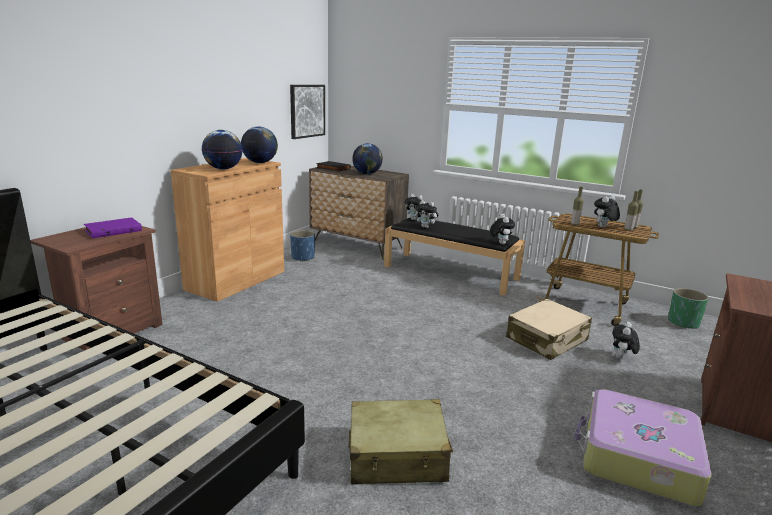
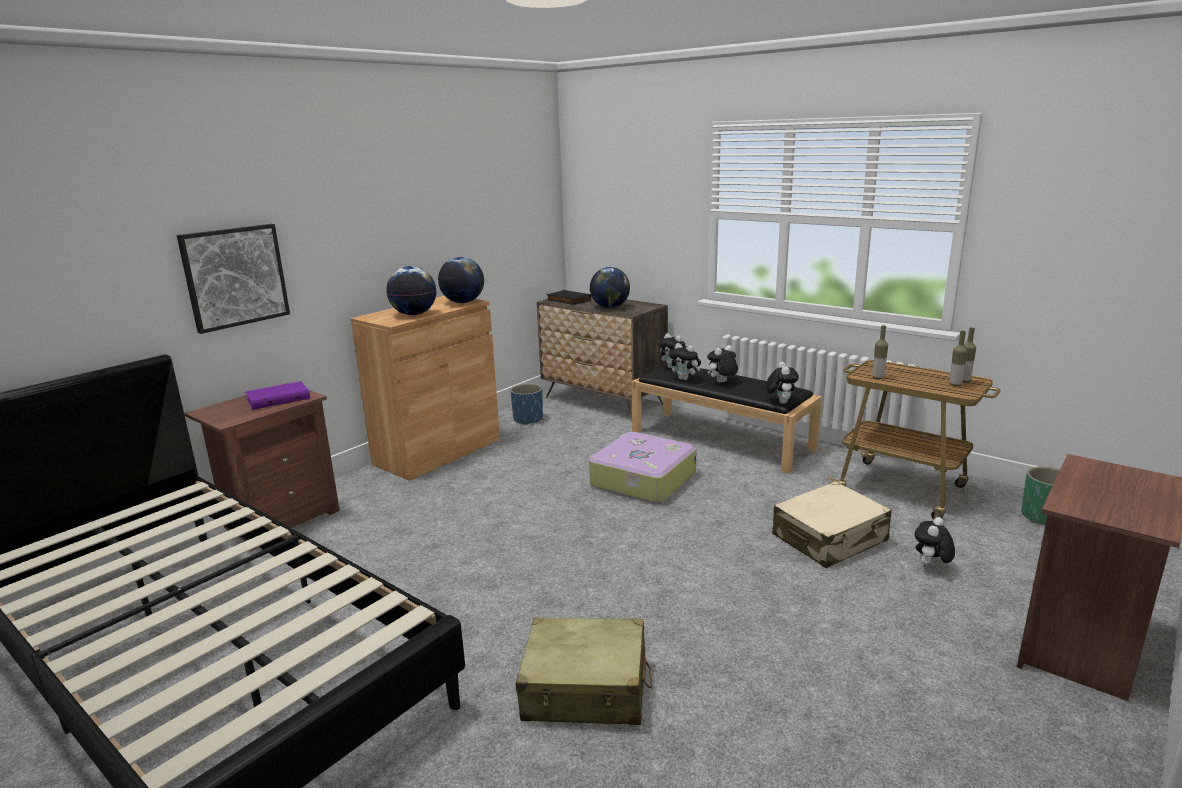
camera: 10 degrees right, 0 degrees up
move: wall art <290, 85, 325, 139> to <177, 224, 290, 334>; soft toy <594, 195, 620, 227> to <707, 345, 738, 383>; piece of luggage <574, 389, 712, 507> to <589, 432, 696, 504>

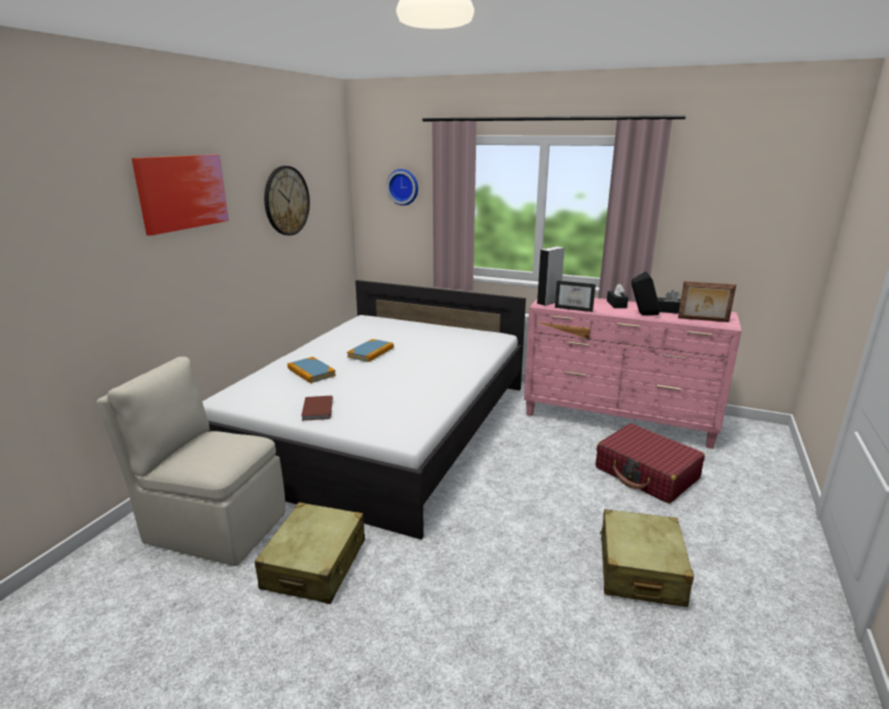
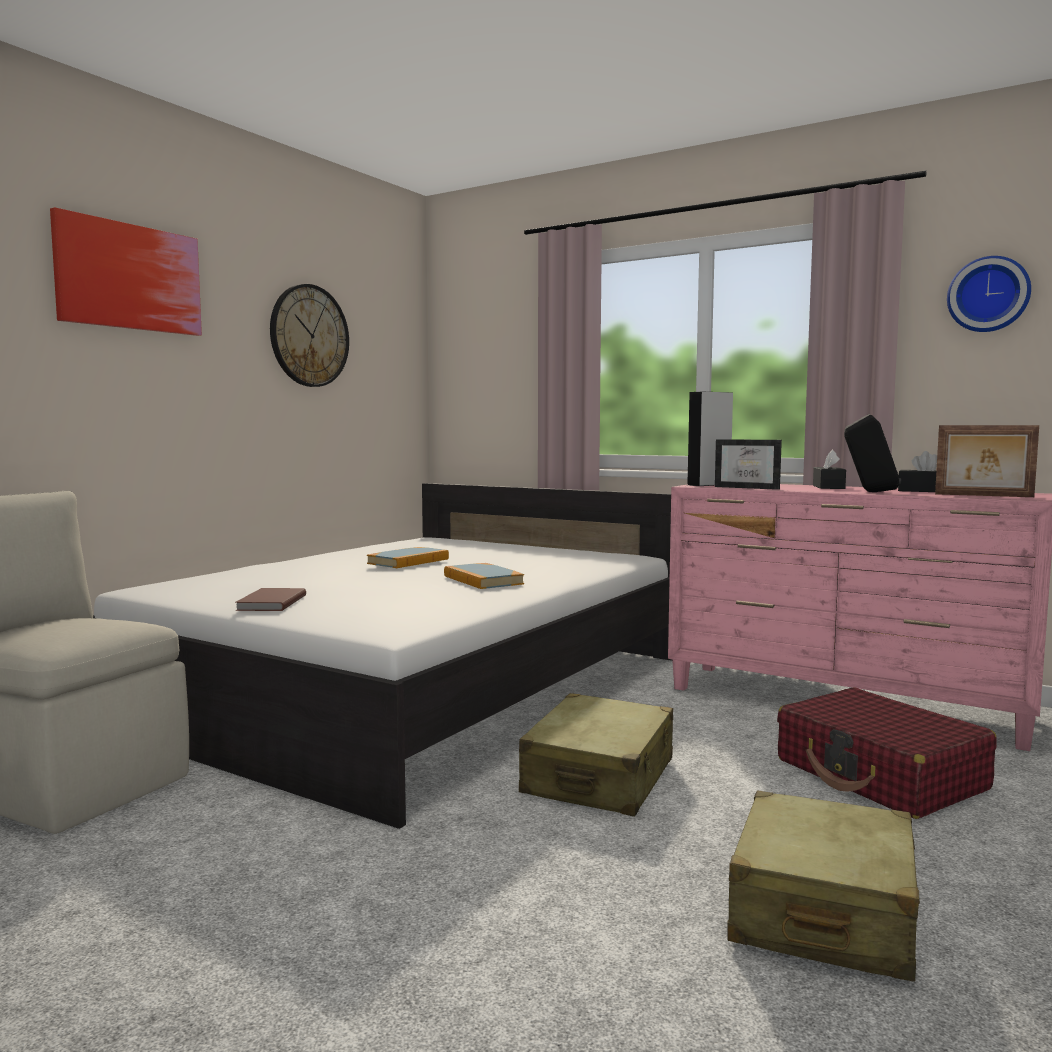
camera: 10 degrees right, 15 degrees down
move: hanging clock <387, 169, 418, 206> to <947, 256, 1031, 332>; book <287, 357, 336, 383> to <444, 563, 524, 589>; piece of luggage/beige-coloured <255, 502, 365, 604> to <519, 693, 673, 816>

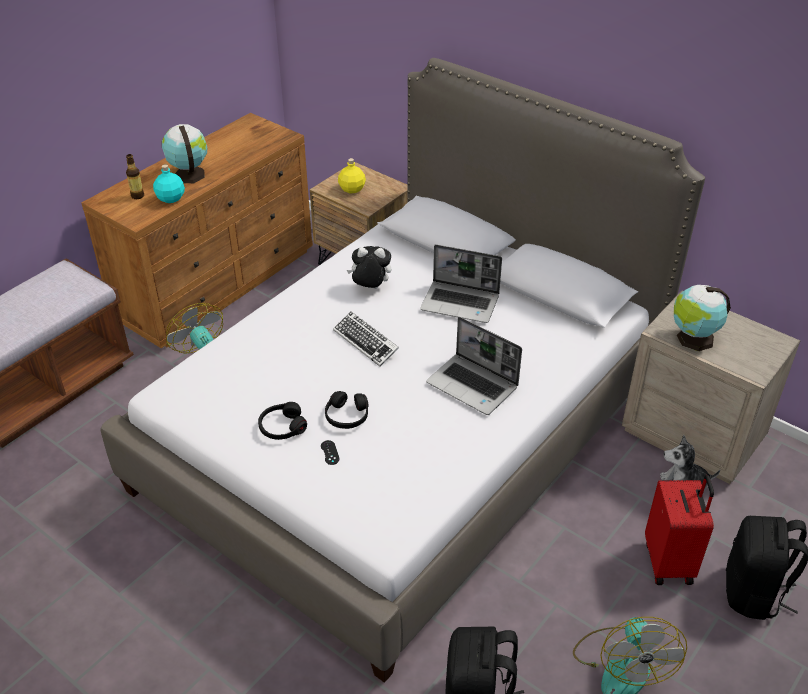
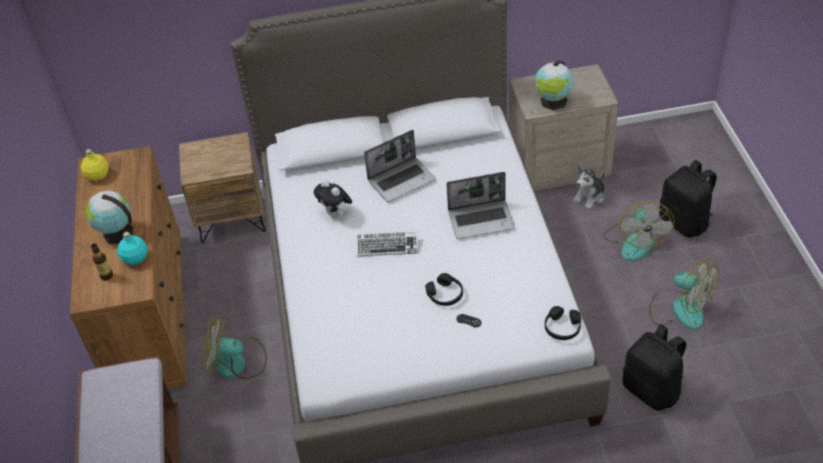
camera: 45 degrees left, 5 degrees up
move: drink bottle/yellow <338, 158, 366, 193> to <80, 149, 109, 181>; headset/black <258, 402, 307, 440> to <545, 306, 581, 340>
replace: piece of luggage/red <645, 475, 714, 585> to electric fan <603, 202, 674, 261>
rotate: soft toy <347, 246, 391, 289> = <314, 180, 352, 218> 90 degrees counterclockwise

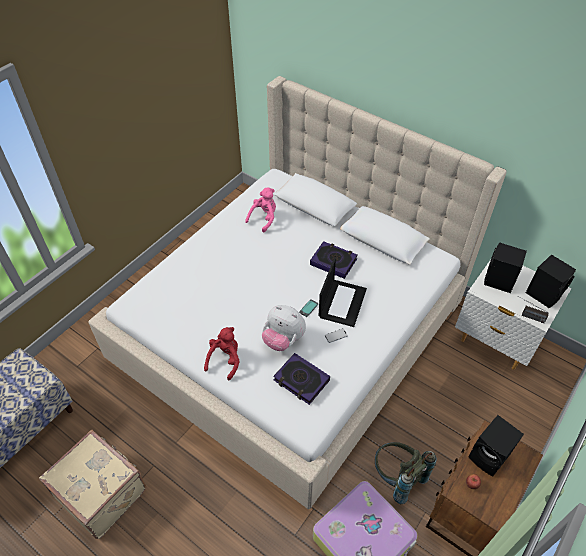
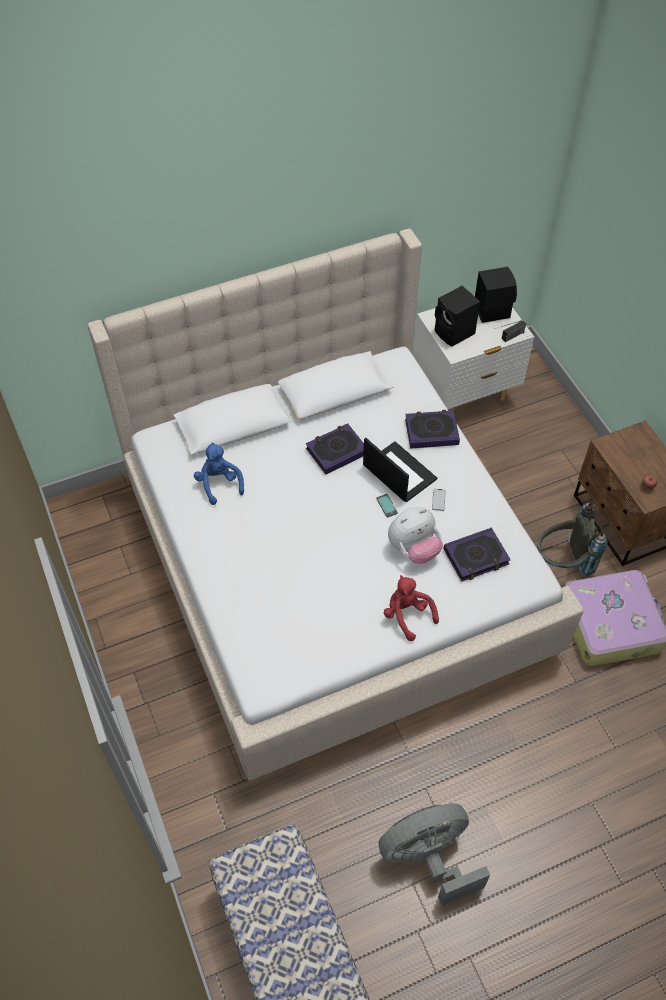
camera: 60 degrees left, 5 degrees up
delete: loudspeaker/black <468, 415, 524, 476>
insert: book <405, 410, 460, 449>
replace: piece of luggage/beige-coloured <39, 430, 146, 539> to electric fan/grey <378, 803, 490, 906>
recolor: soft toy/pinkish <245, 187, 276, 233> to soft toy/blue <194, 442, 244, 505>

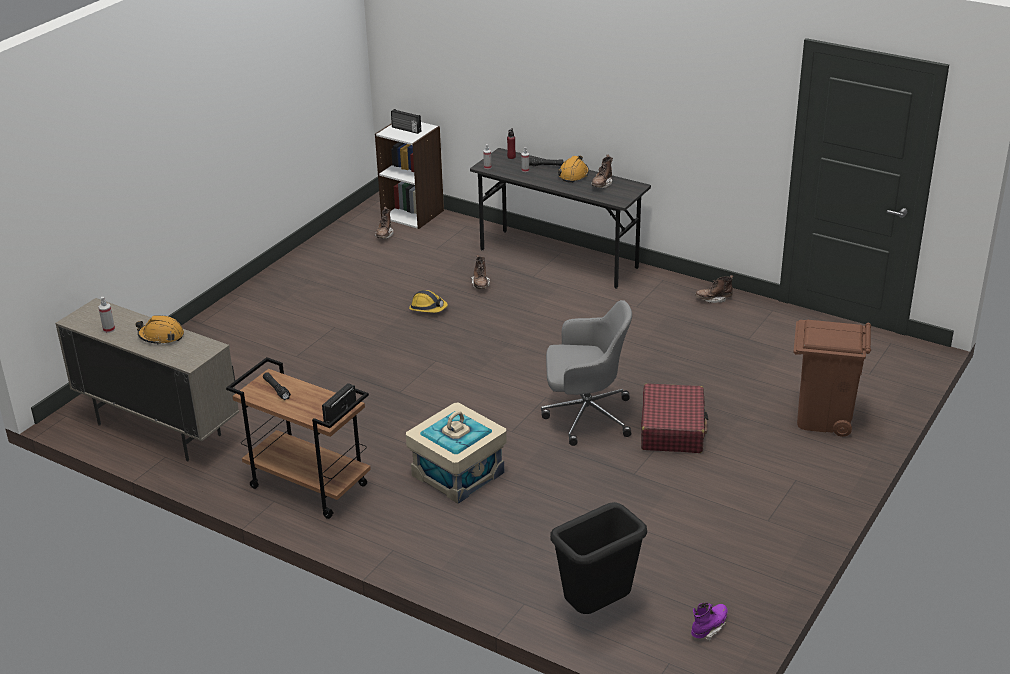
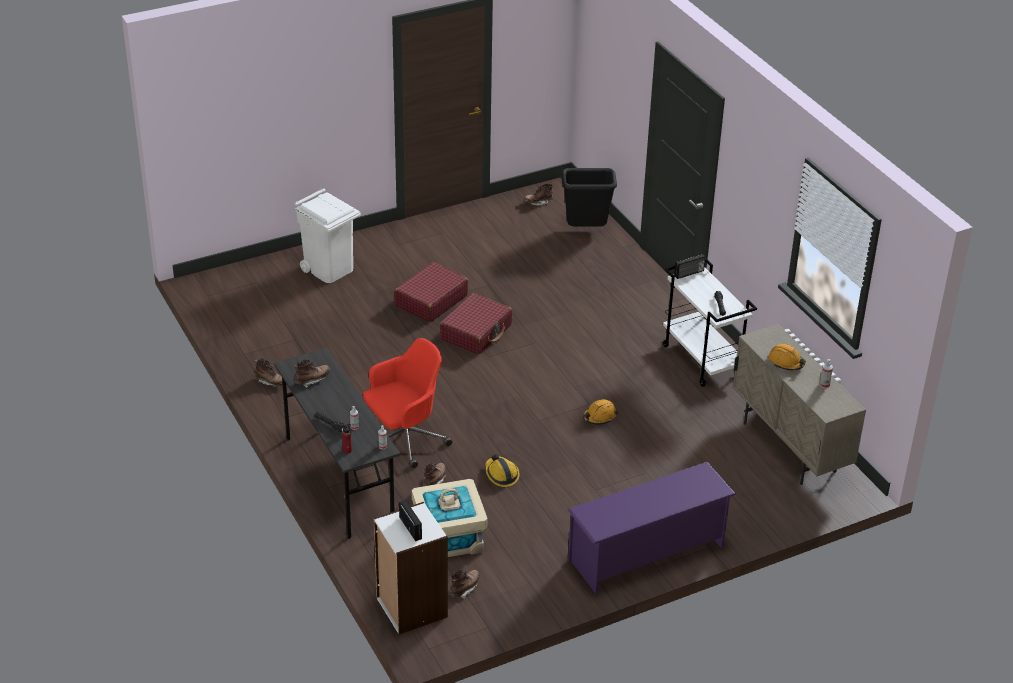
camera: 150 degrees left, 5 degrees up
insert: desk chair/red <363, 338, 452, 468>; shoe shelf/purplish <567, 462, 736, 594>
move: safety helmet/orange <558, 156, 589, 183> to <583, 399, 618, 425>; storage box/beige-coloured <406, 403, 506, 504> to <412, 479, 488, 557>
replace: desk chair/grey <541, 300, 632, 446> to piece of luggage/red <440, 293, 512, 355>
recolor: trash can/brownish <793, 320, 871, 437> to trash can/whitish <294, 189, 361, 283>; trolley/brownish <226, 357, 371, 519> to trolley/whitish <663, 258, 757, 387>; tall boot/purplish <691, 602, 728, 641> to tall boot/brownish <523, 183, 553, 206>

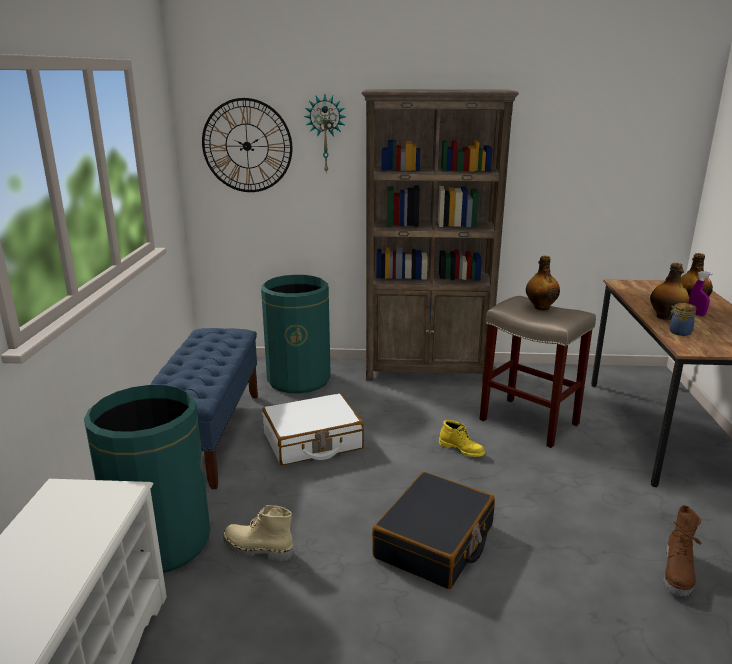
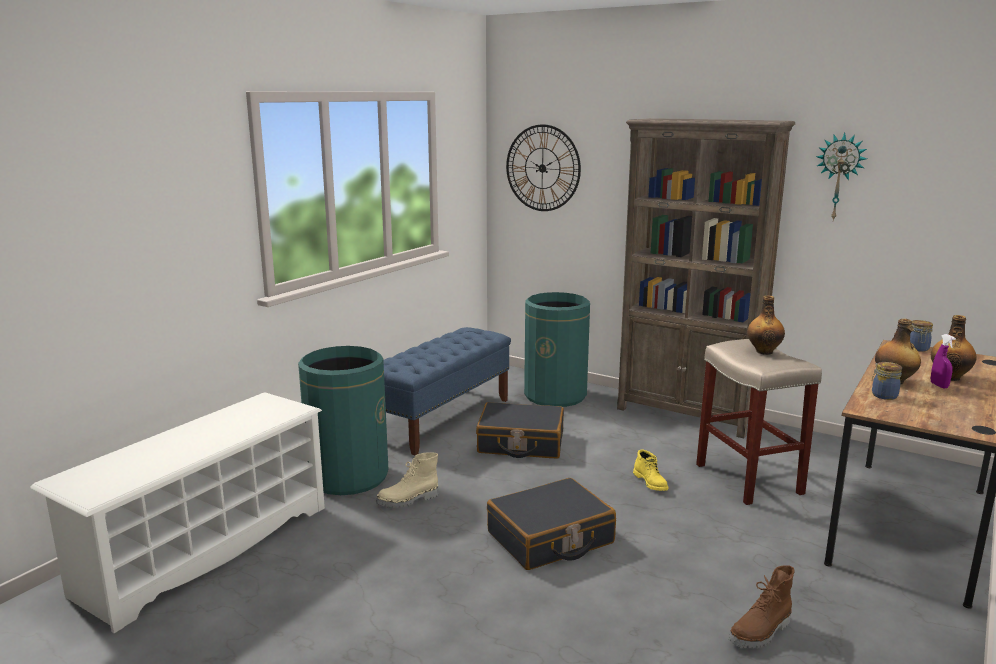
camera: 30 degrees right, 5 degrees down
insert: preserve jar <910, 320, 933, 352>
move: hanging clock <304, 94, 346, 173> to <816, 133, 867, 221>
recolor: piece of luggage/whitish <262, 393, 364, 465> to piece of luggage/black <476, 402, 564, 459>
rotate: tall boot/beige-coloured <223, 505, 293, 562> = <376, 452, 439, 508> 75 degrees counterclockwise

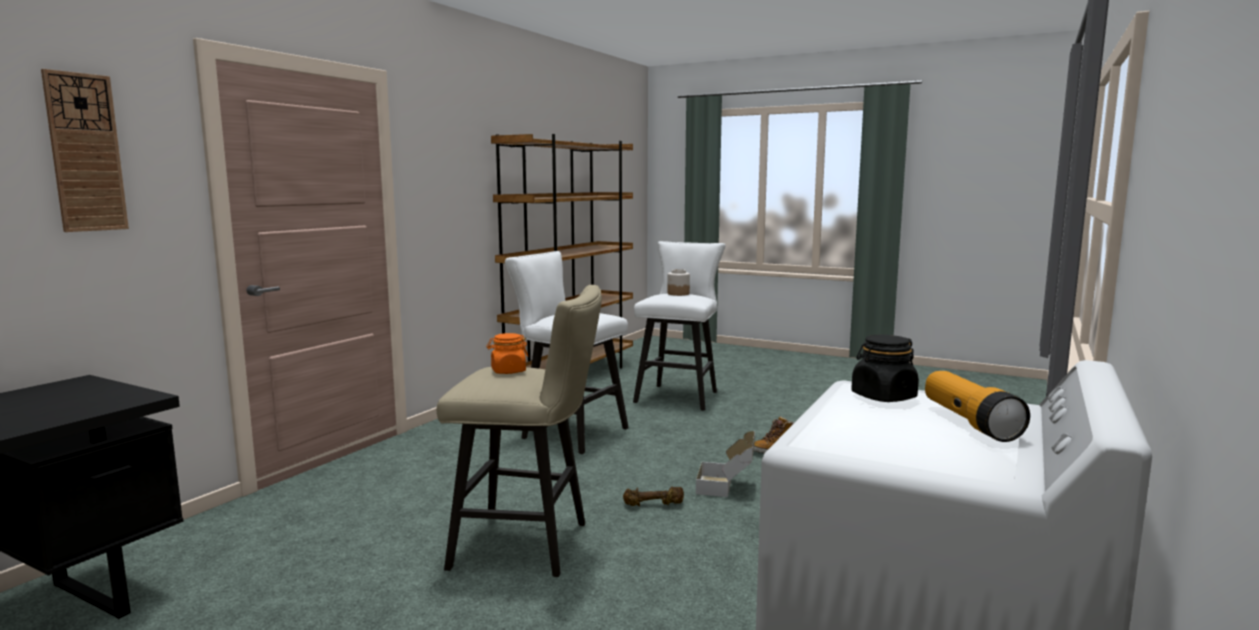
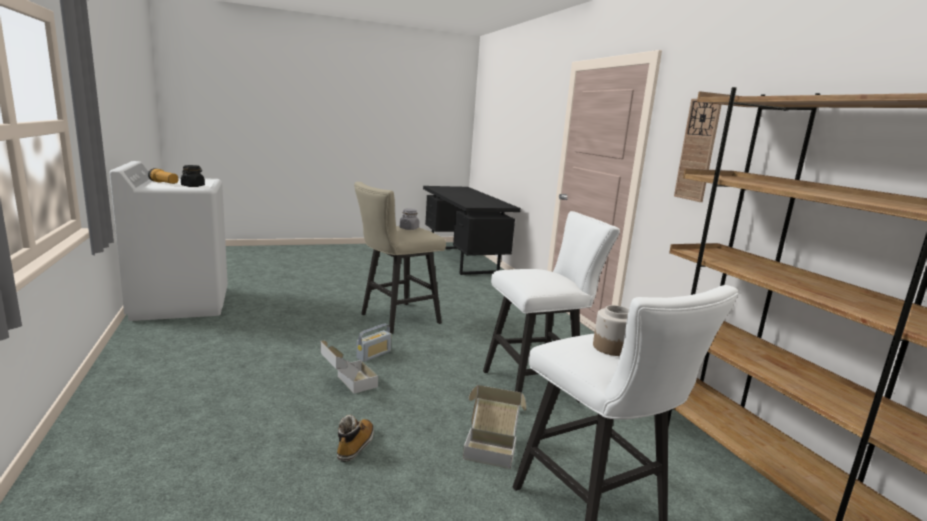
camera: 130 degrees right, 5 degrees up
insert: packing box <463, 385, 527, 469>
move: hanging clock <41, 69, 129, 232> to <674, 99, 721, 202>
replace: hand weight/brownish <623, 486, 684, 506> to radio set <356, 324, 392, 362>
recolor: preserve jar/orange <486, 333, 529, 374> to preserve jar/grey <399, 209, 419, 230>

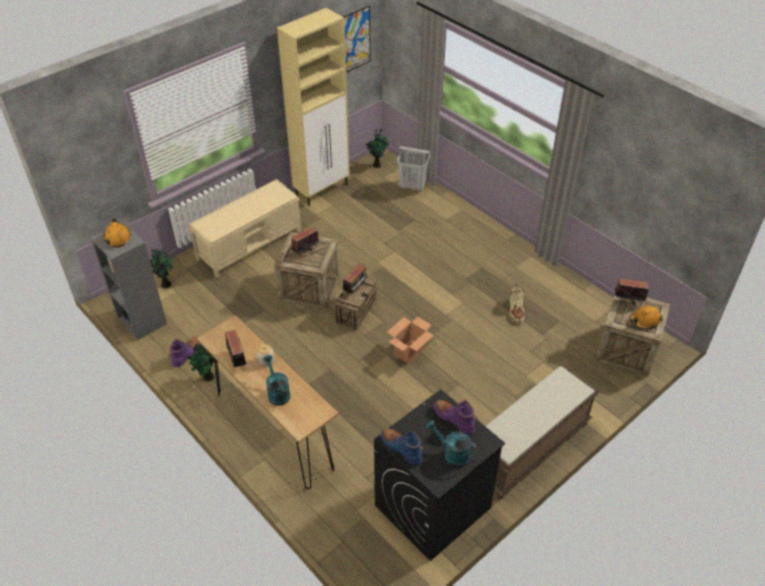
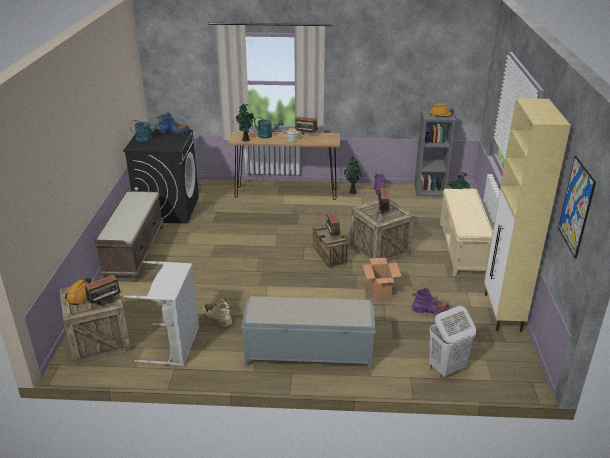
camera: 135 degrees right, 15 degrees down
insert: hamper/grey <123, 261, 199, 366>; long seat/grey <241, 296, 375, 372>
move: potted plant <365, 129, 389, 168> to <236, 104, 255, 142>; packing box <387, 316, 434, 364> to <363, 258, 401, 299>; tall boot/purplish <433, 400, 478, 435> to <412, 288, 450, 314>

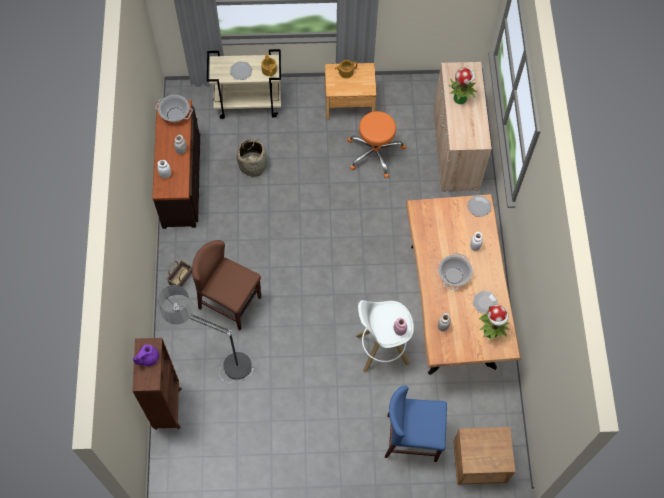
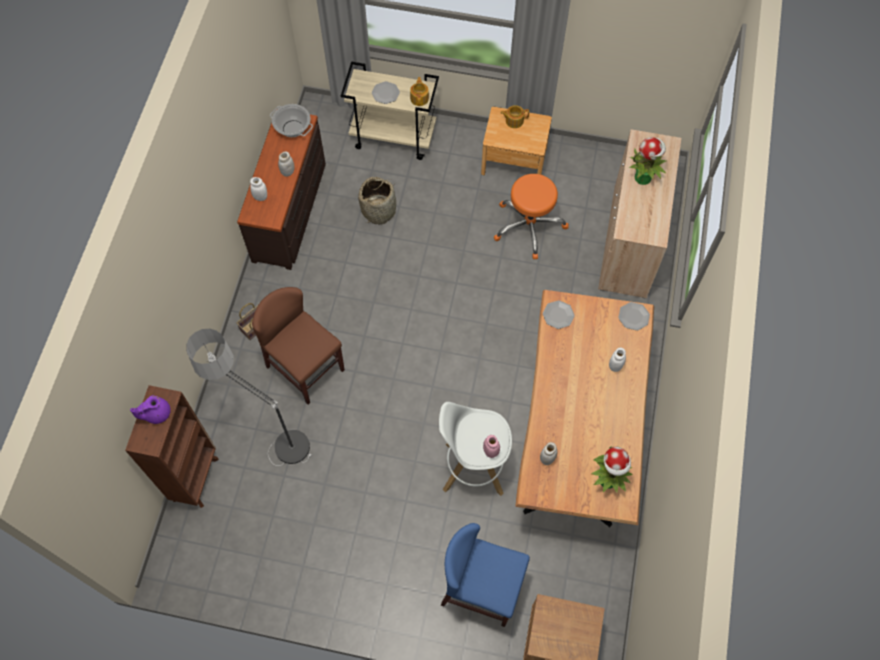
camera: 15 degrees right, 0 degrees up
delete: stockpot <438, 253, 473, 290>
move: plate <473, 291, 498, 314> to <543, 300, 575, 329>

